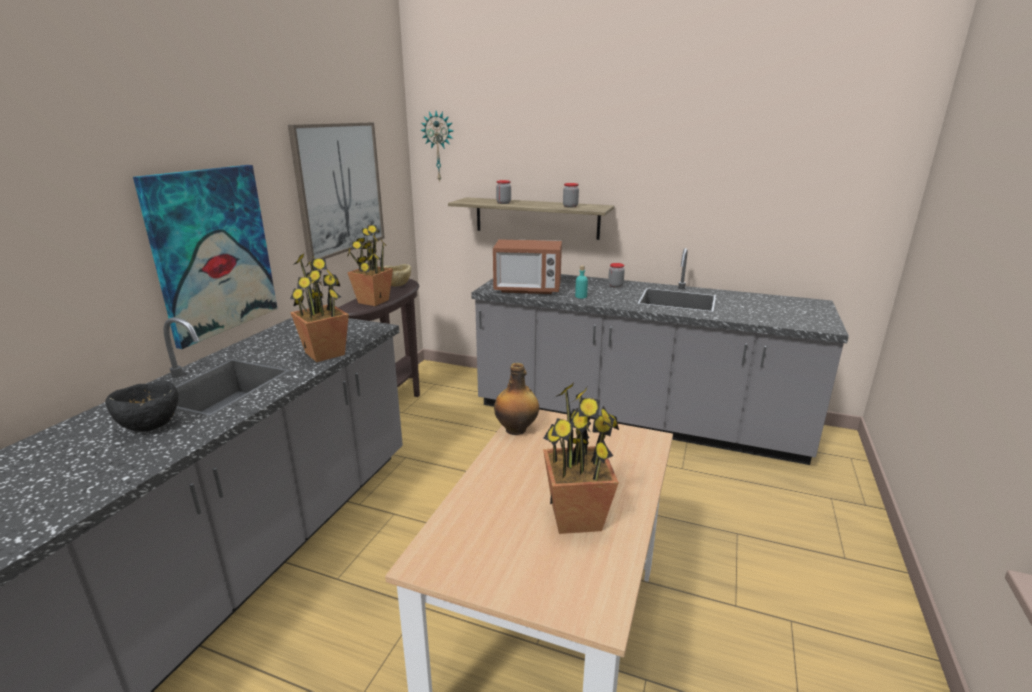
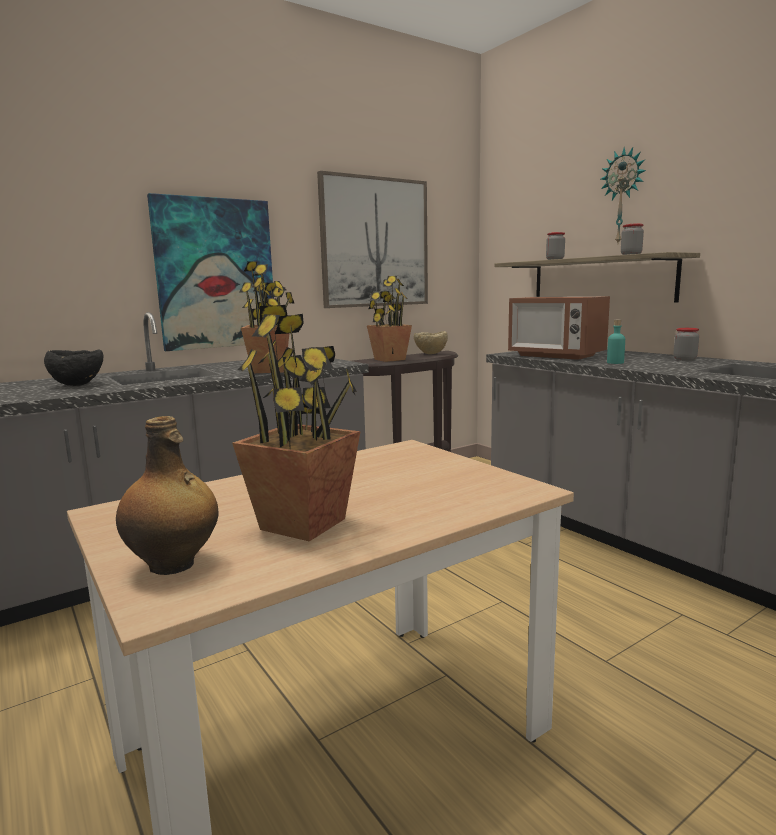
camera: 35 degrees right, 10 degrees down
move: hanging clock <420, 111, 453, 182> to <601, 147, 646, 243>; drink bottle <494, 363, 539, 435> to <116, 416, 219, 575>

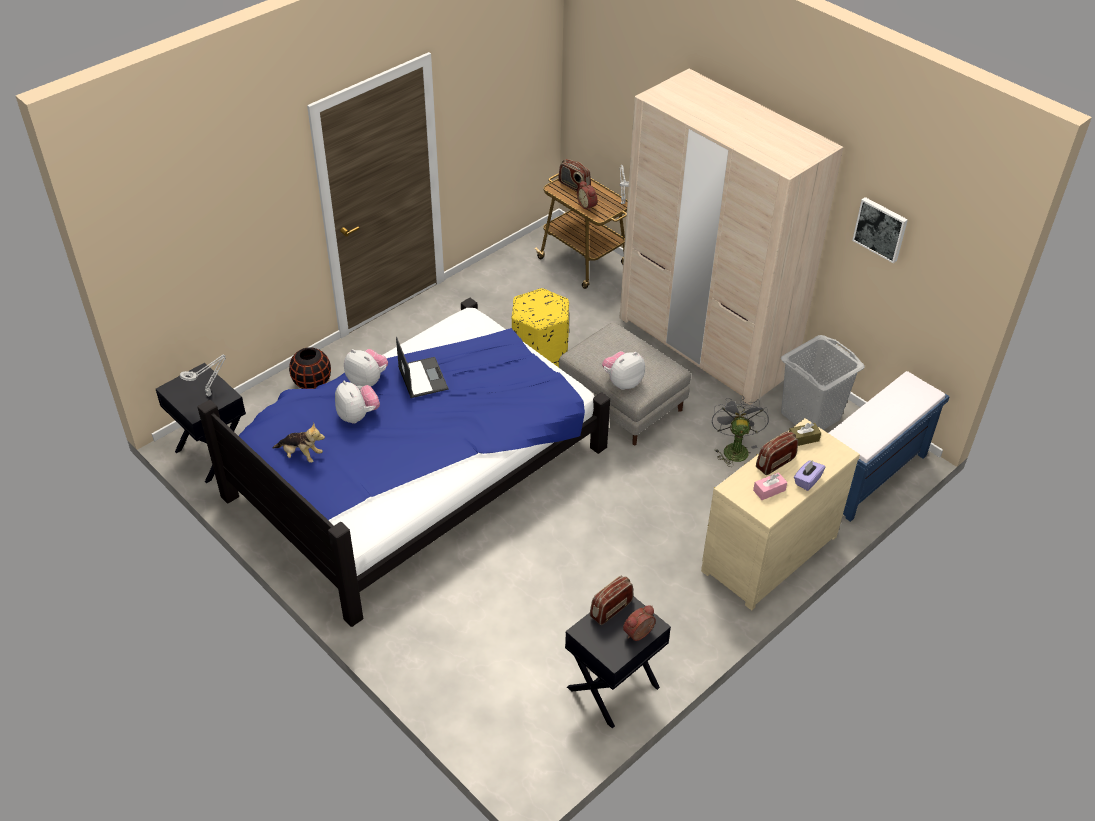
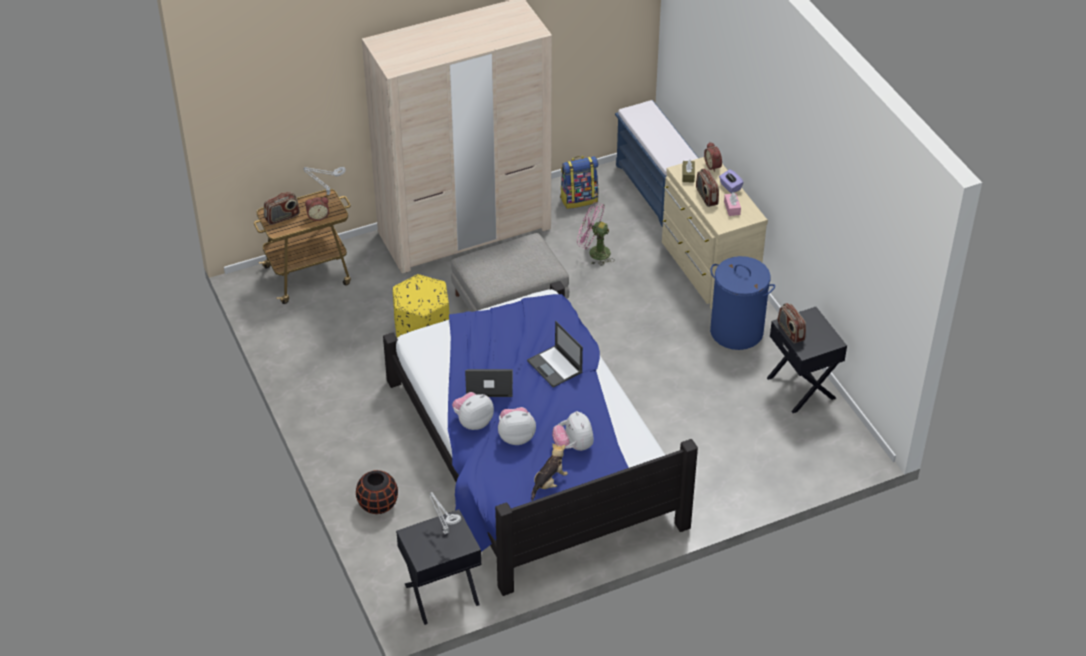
camera: 70 degrees left, 0 degrees up
delete: wall art <852, 197, 908, 263>
insert: hamper/blue <710, 256, 775, 350>; notebook computer <527, 321, 583, 388>
move: soft toy <602, 351, 645, 390> to <552, 411, 594, 451>; alarm clock <623, 605, 656, 641> to <704, 142, 722, 172>
replace: hamper/grey <781, 335, 865, 430> to backpack <560, 156, 599, 209>
recolor: electric fan/grey <712, 396, 769, 467> to electric fan/pinkish <577, 202, 614, 266>

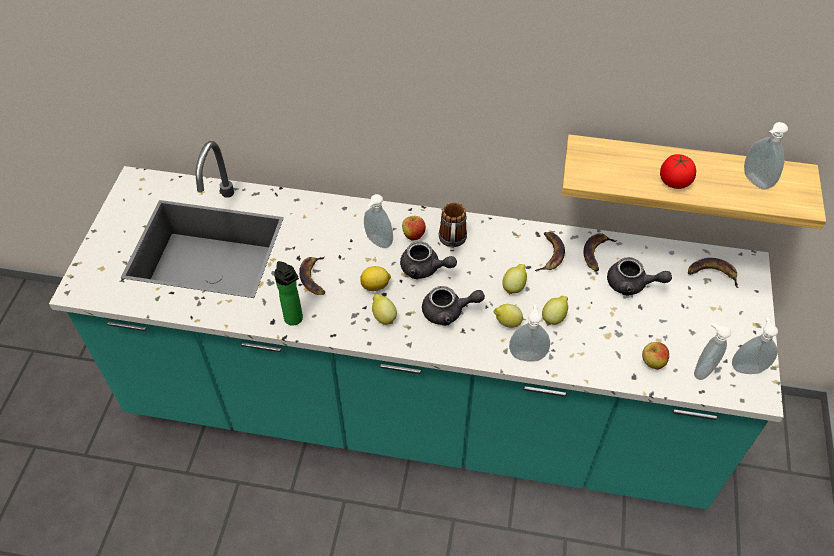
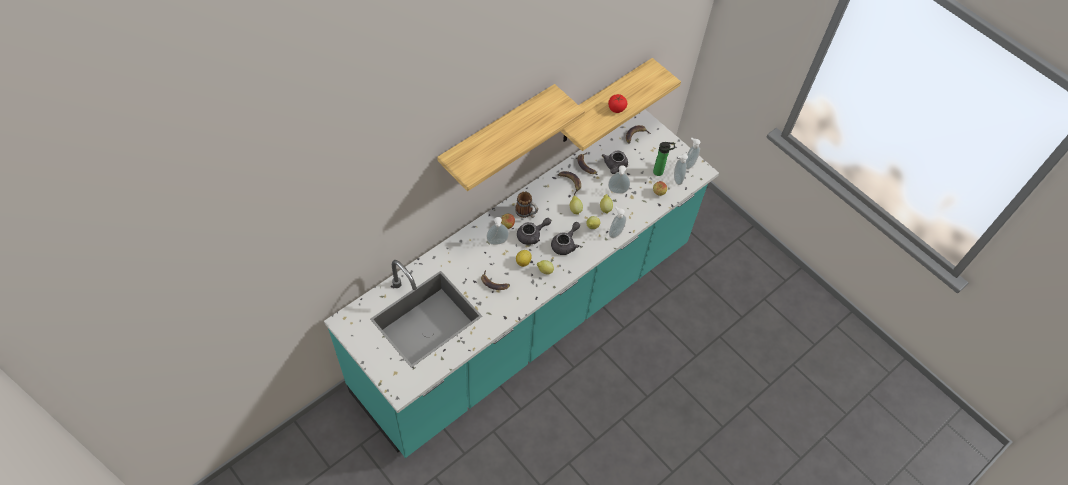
camera: 55 degrees left, 5 degrees up
insert: bracket shelf <437, 84, 585, 191>
move: liquid soap bottle <744, 122, 788, 190> to <608, 165, 630, 194>; drink bottle <274, 261, 303, 326> to <653, 142, 675, 176>
rotate: teapot/grey <607, 257, 672, 296> = <602, 151, 628, 174> 135 degrees clockwise

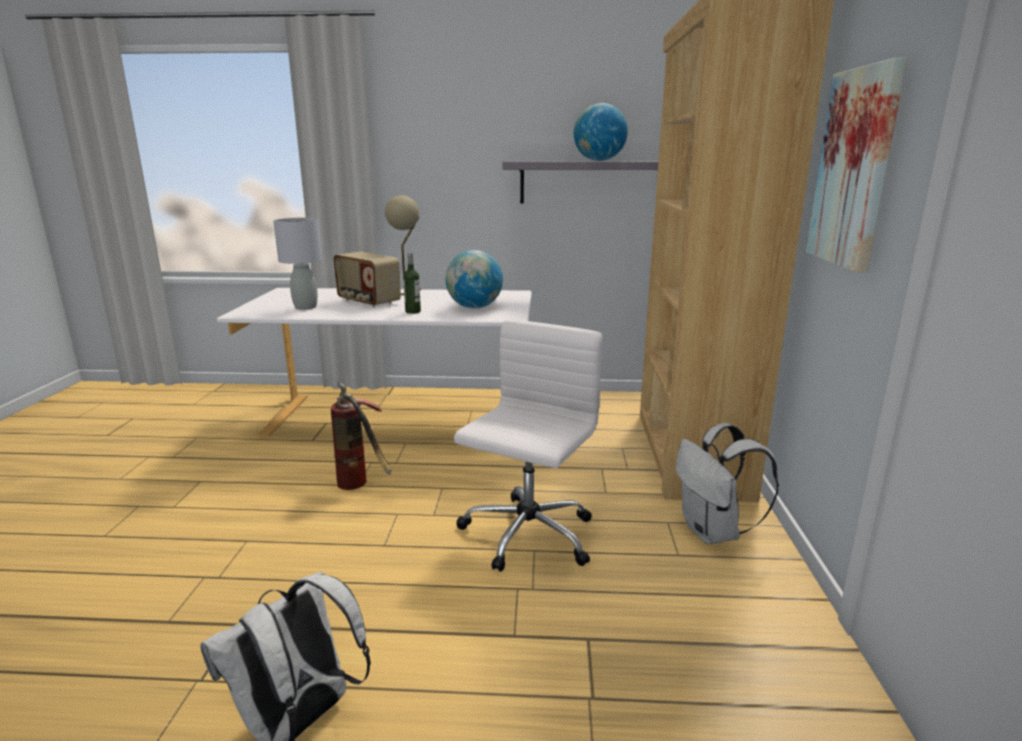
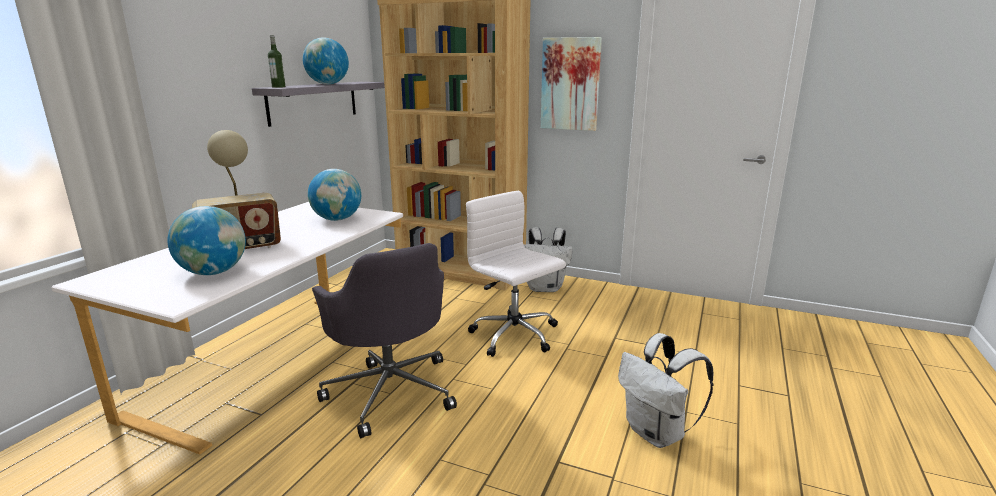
camera: 70 degrees left, 0 degrees up
move: drink bottle <403, 253, 421, 314> to <268, 35, 285, 88>
replace: table lamp/grey <273, 218, 322, 310> to world globe <167, 206, 246, 275>; fire-fighting cylinder <331, 382, 392, 490> to desk chair/grey <312, 243, 457, 438>

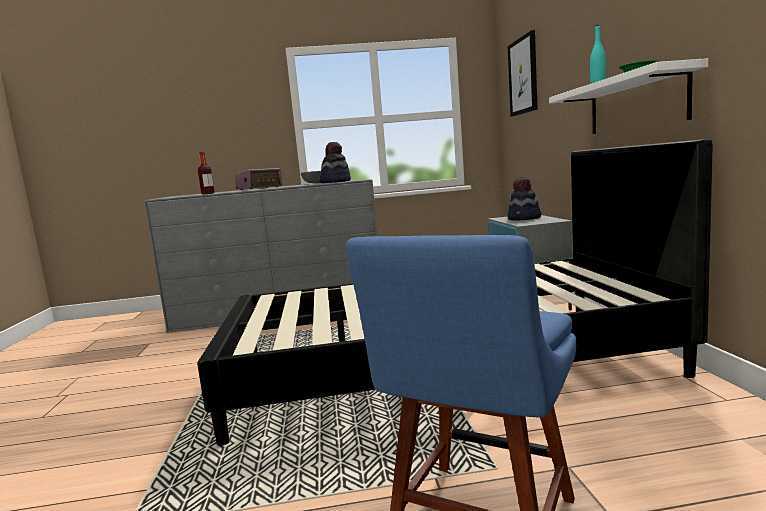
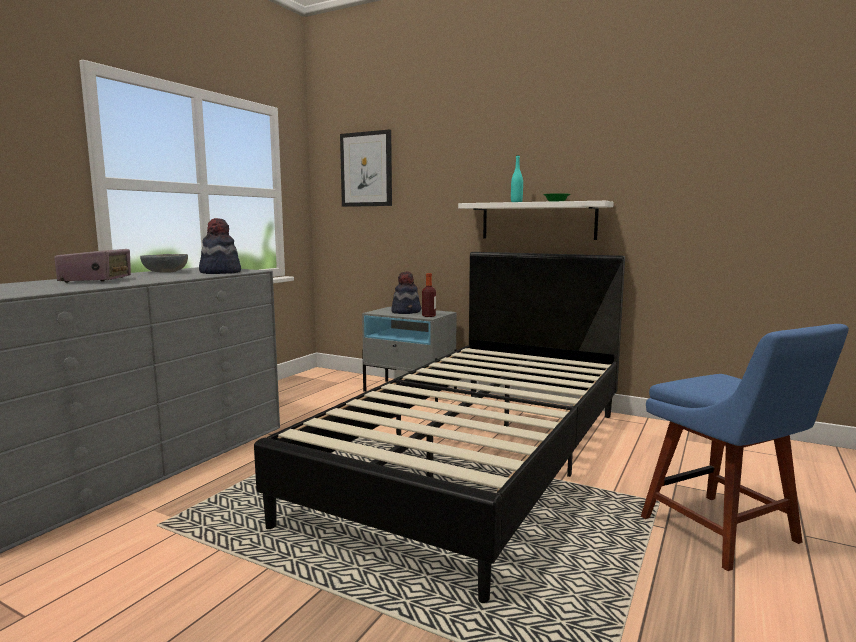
camera: 55 degrees left, 0 degrees up
move: drink bottle <198, 152, 215, 195> to <422, 273, 436, 317>

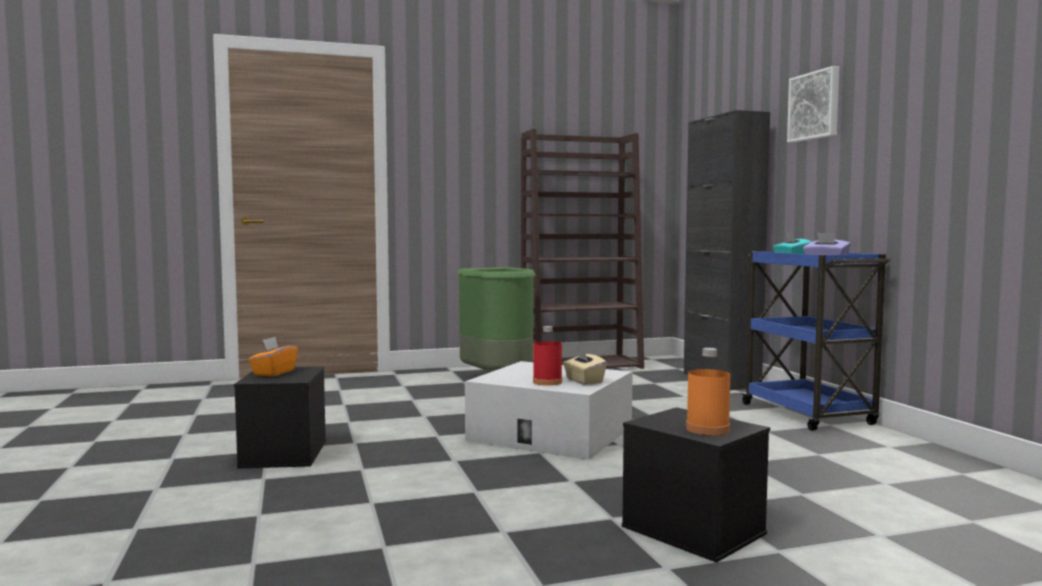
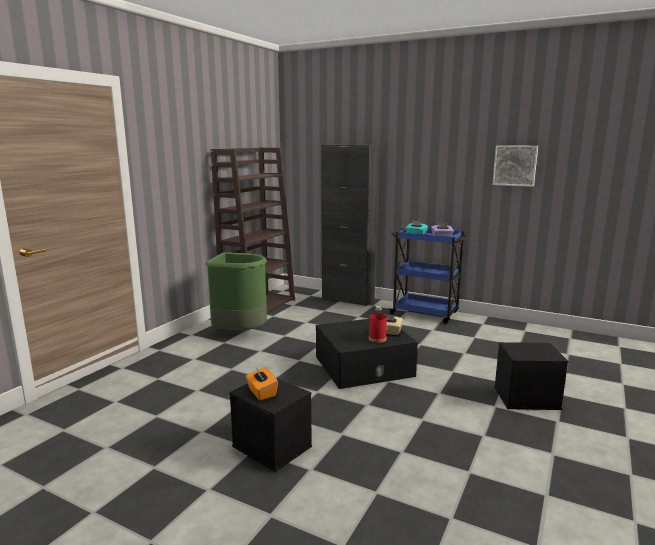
camera: 45 degrees left, 10 degrees up
delete: drink bottle/orange <686, 348, 730, 435>
move: wall art <787, 66, 839, 143> to <492, 145, 538, 187>
recolor: storage box/whitish <465, 361, 633, 460> to storage box/black <316, 319, 418, 389>

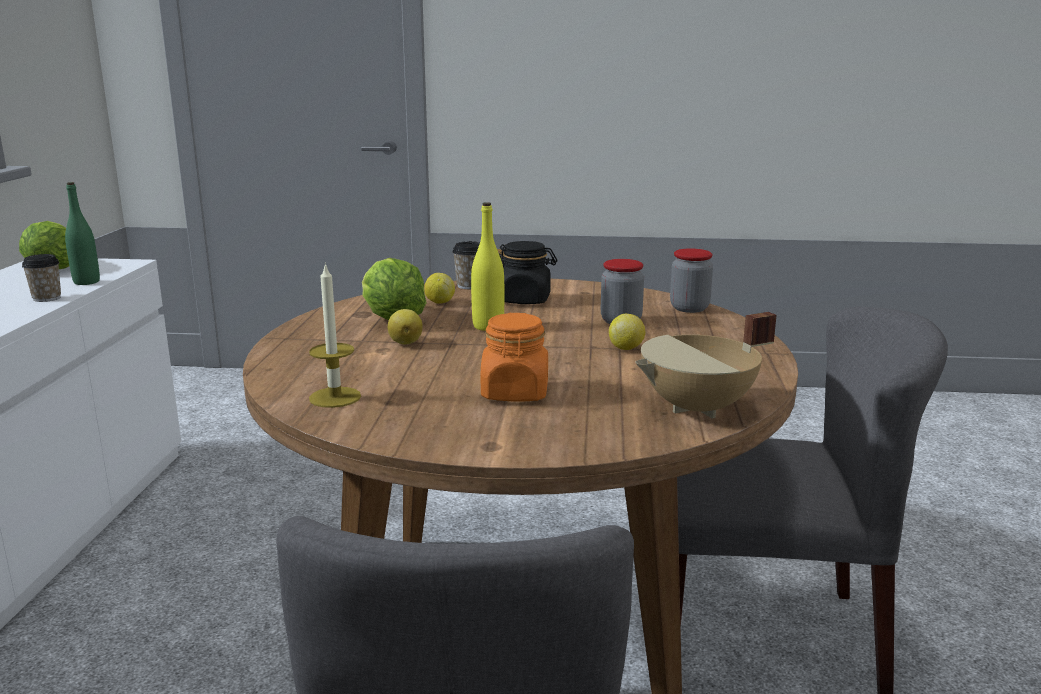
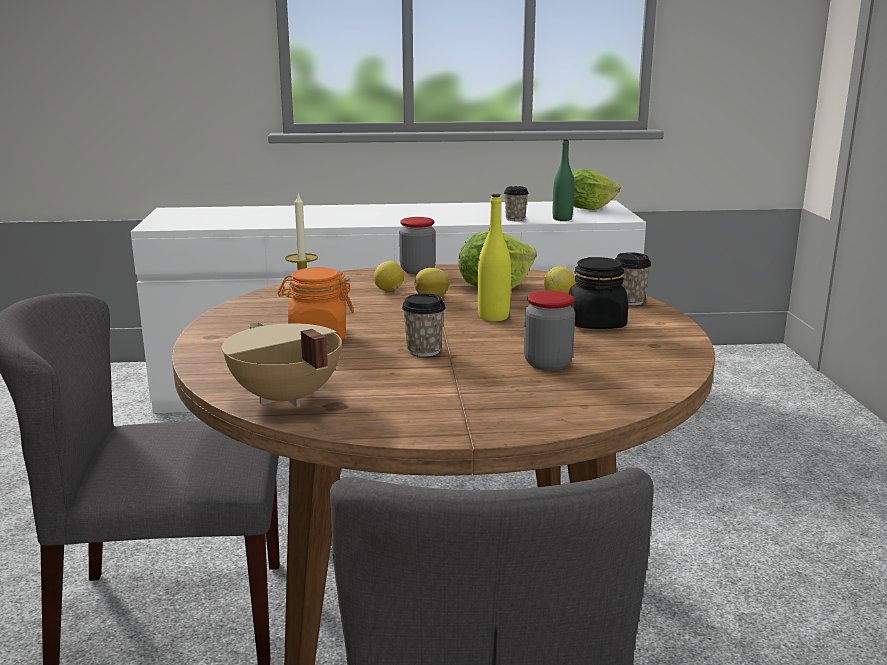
camera: 80 degrees right, 0 degrees up
insert: drinking cup <402, 293, 446, 357>
move: preserve jar <670, 248, 713, 313> to <399, 217, 436, 274>; whole lemon <609, 314, 645, 350> to <374, 261, 404, 291>

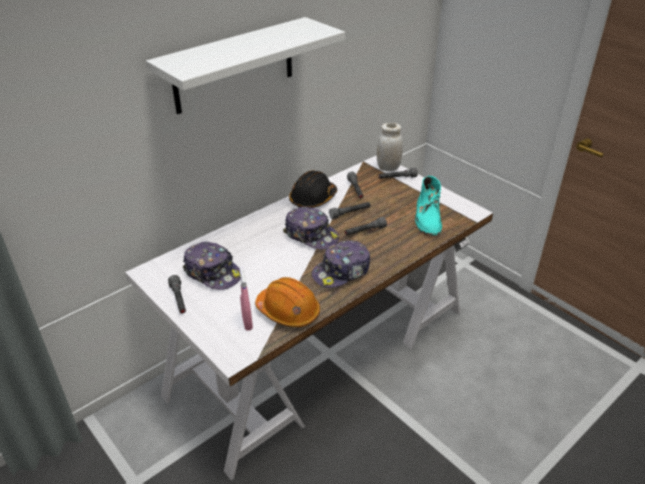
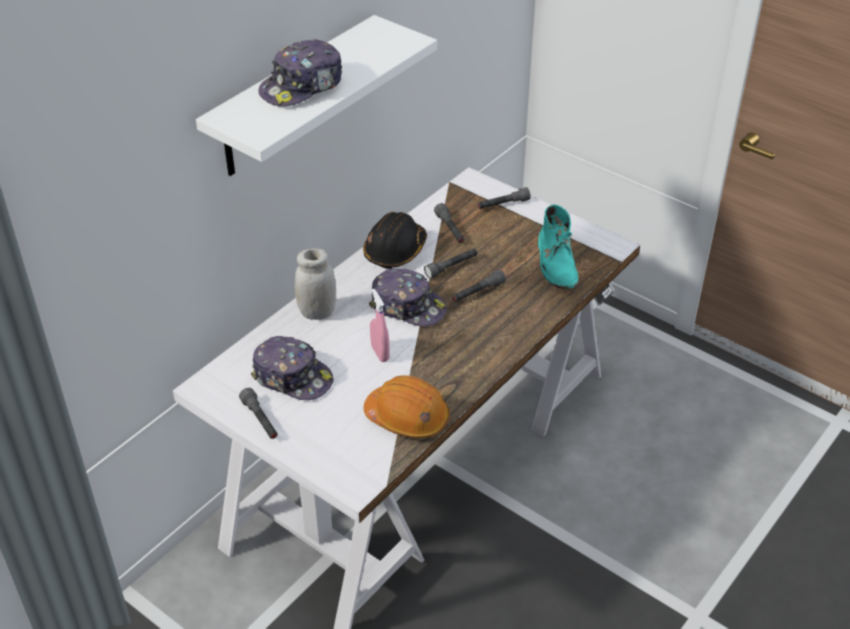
camera: 10 degrees left, 5 degrees up
move: preserve jar/whitish <377, 123, 403, 171> to <295, 249, 336, 320>; baseball cap <312, 240, 370, 288> to <258, 39, 342, 107>; sprayer/pinkish <240, 267, 253, 331> to <370, 289, 390, 362>

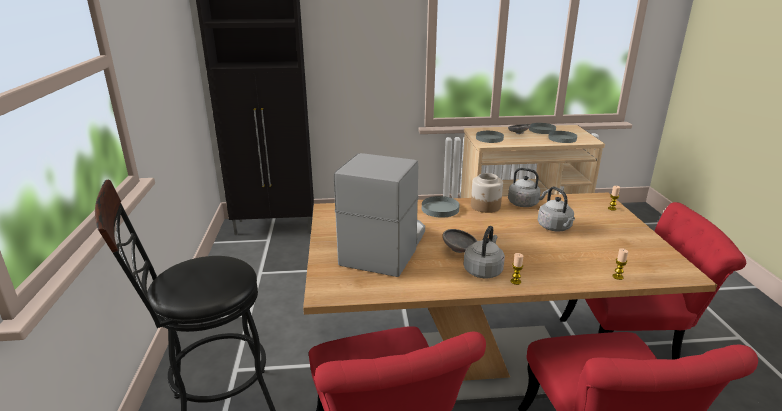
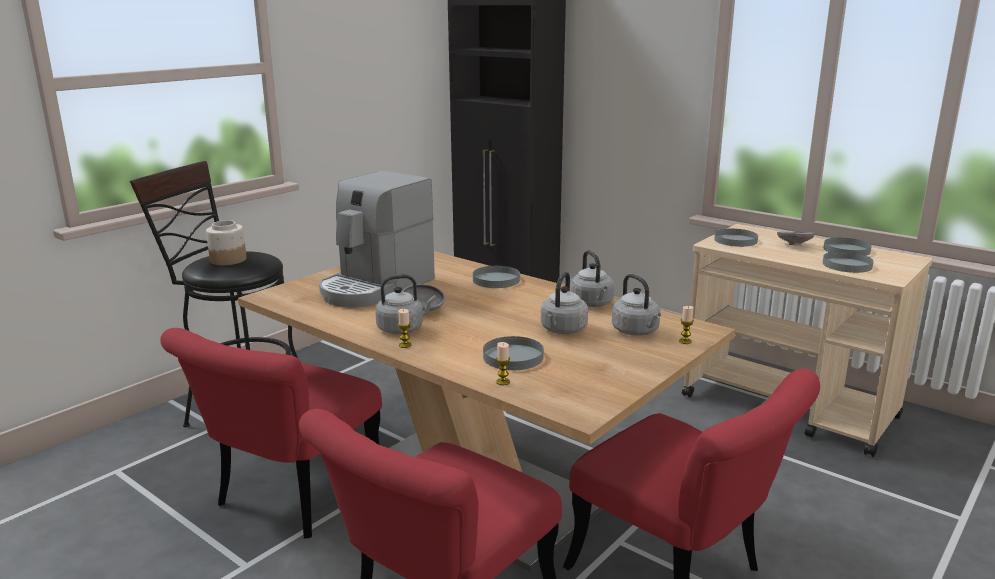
camera: 45 degrees right, 5 degrees down
insert: water kettle/grey <612, 274, 661, 336>; plate/grey <483, 336, 544, 370>
move: preserve jar <471, 173, 503, 213> to <206, 220, 247, 265>
rotate: coffee machine <334, 153, 425, 277> = <319, 171, 435, 307> 150 degrees clockwise

